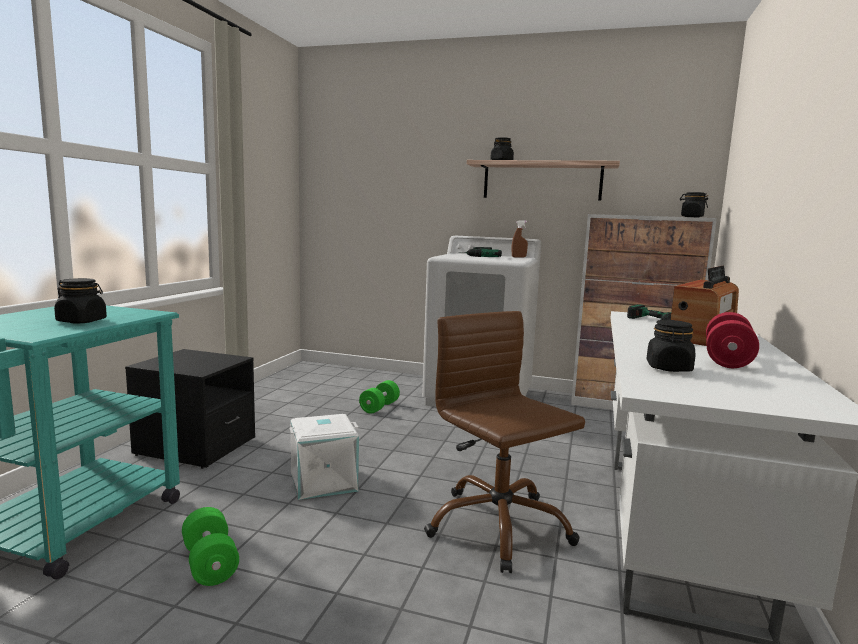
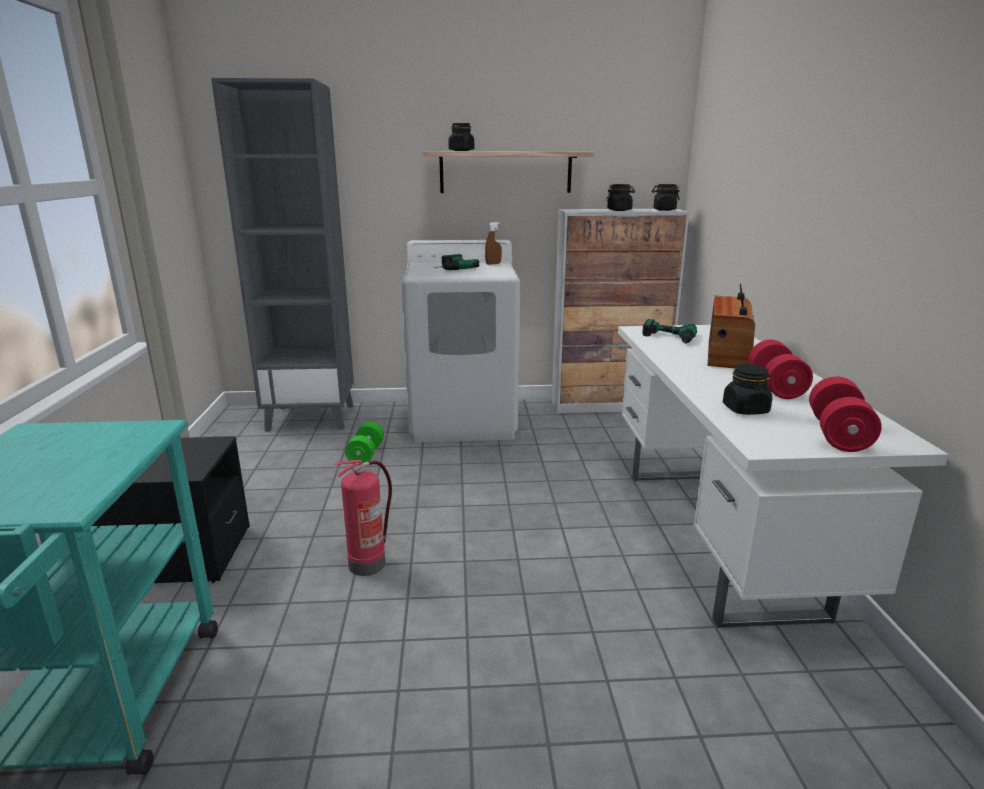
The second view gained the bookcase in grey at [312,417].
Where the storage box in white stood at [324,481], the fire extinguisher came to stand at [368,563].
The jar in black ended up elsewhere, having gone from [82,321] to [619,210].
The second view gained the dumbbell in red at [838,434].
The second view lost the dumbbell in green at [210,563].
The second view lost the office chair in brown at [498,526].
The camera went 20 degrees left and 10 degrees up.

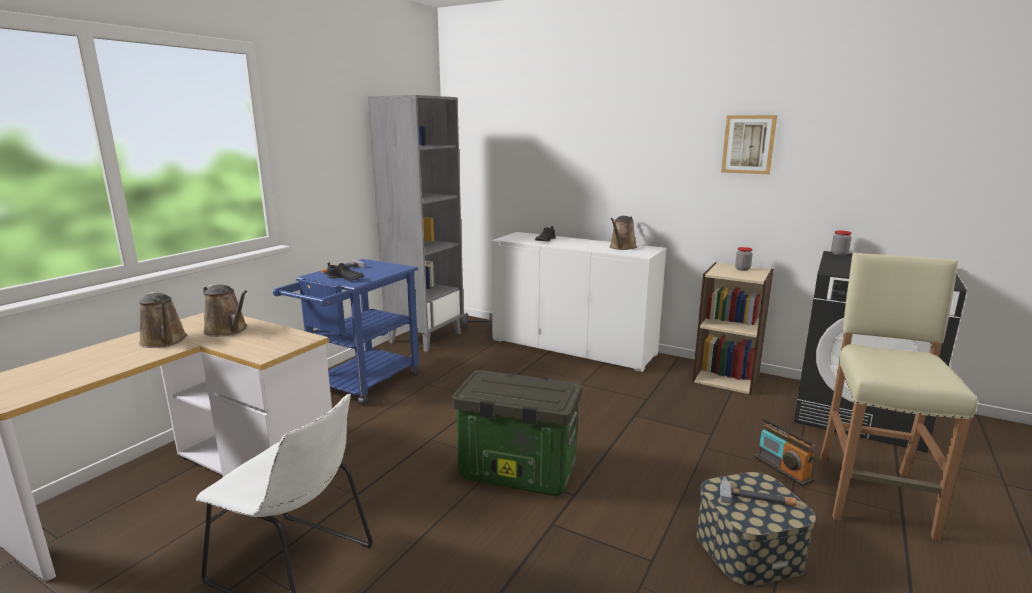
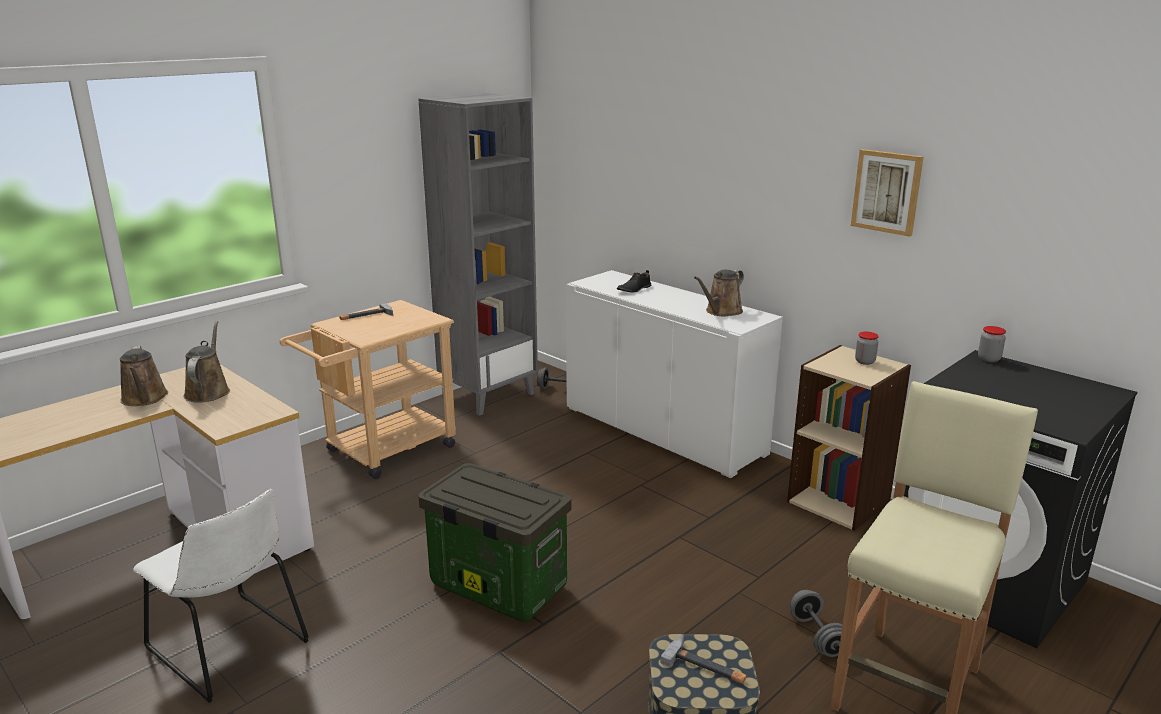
The watering can in brown at [228,330] ended up facing another way, 150 degrees counterclockwise from before.
What was the cart in blue at [359,385] turned into the cart in beige at [382,452].
Where the radio stood at [783,469], the dumbbell in grey came to stand at [816,636].
The second view lost the shoe in black at [345,278].
The camera went 15 degrees right and 5 degrees up.

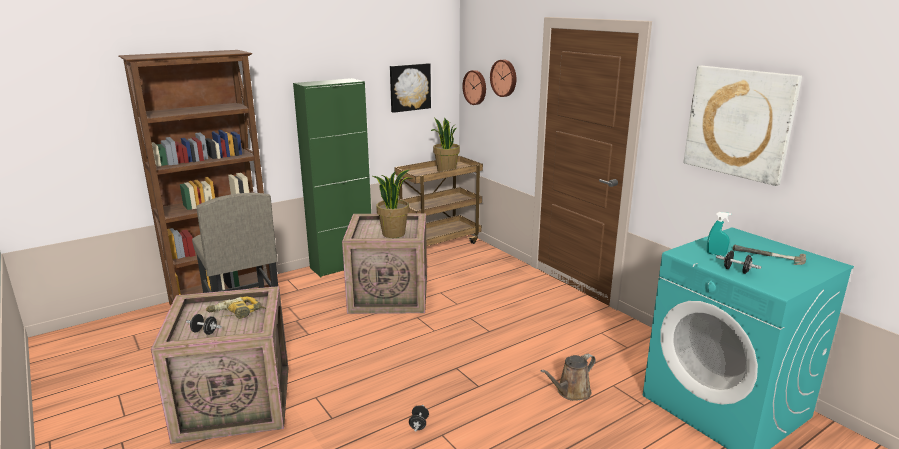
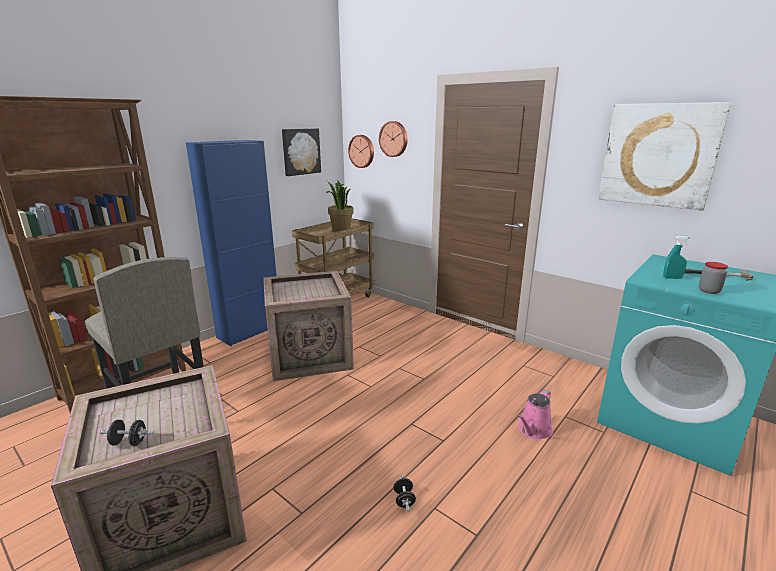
What was the cabinet in green at [342,265] turned into the cabinet in blue at [249,331].
What was the watering can in brown at [571,392] turned into the watering can in pink at [533,431].
Where the dumbbell in black stood at [736,270], the jar came to stand at [709,291].
The second view lost the power drill at [236,314].
The second view lost the potted plant at [393,233].
The camera went 15 degrees left and 0 degrees up.

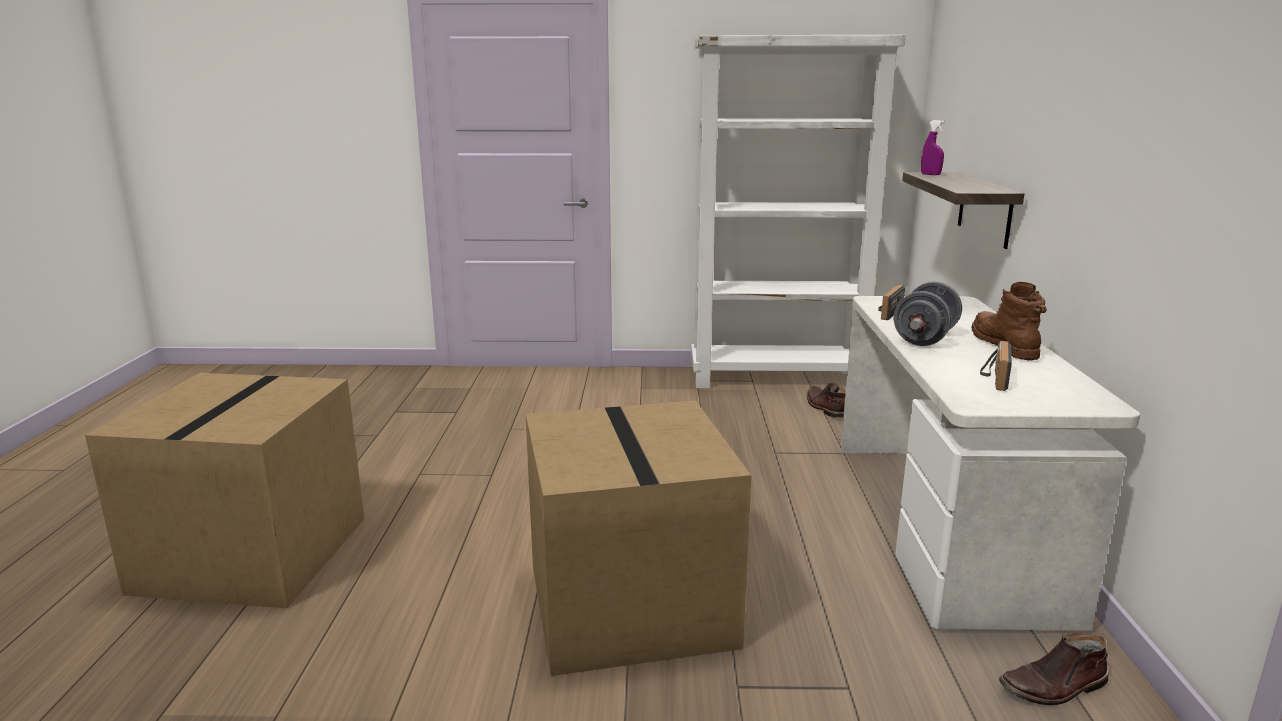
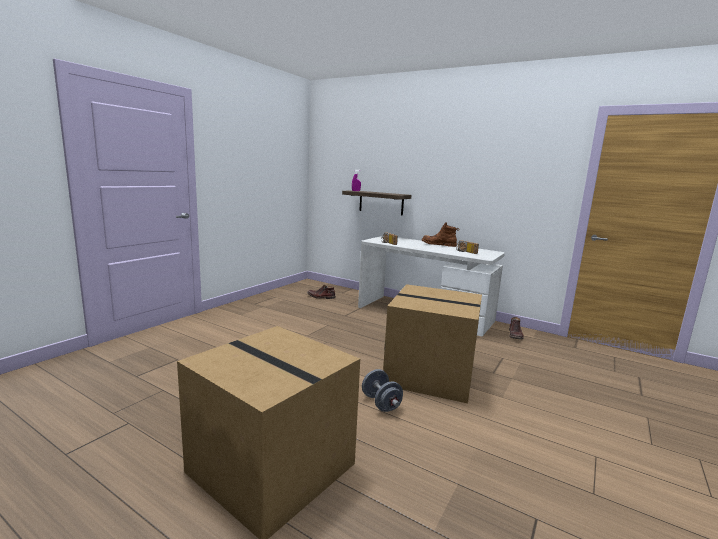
The dumbbell in grey ended up elsewhere, having gone from [925,339] to [381,403].
The second view lost the bookcase in white at [778,378].
The camera went 60 degrees left and 5 degrees down.

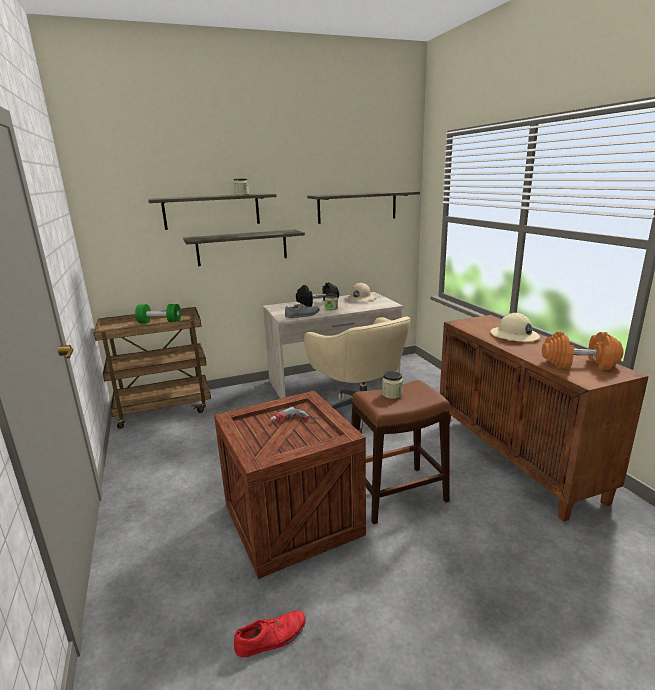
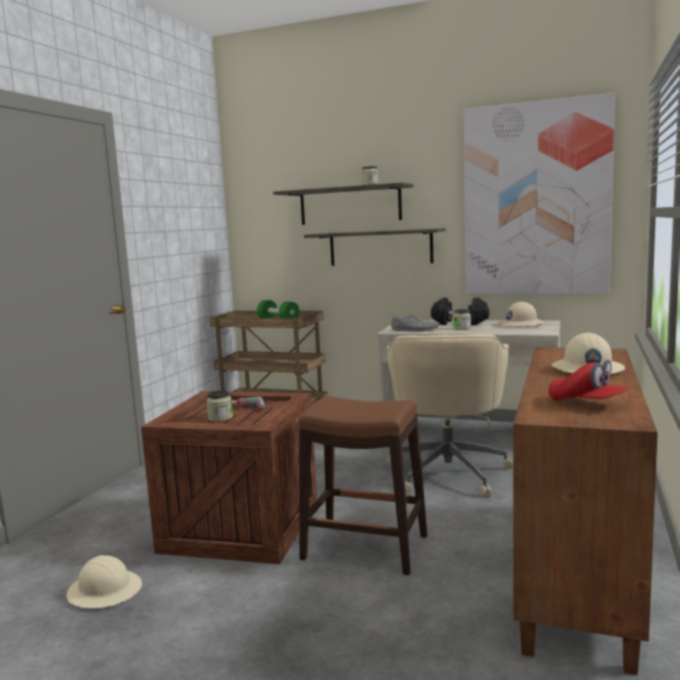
Where the shoe in red stood at [271,637], the hard hat in beige came to stand at [105,591].
The jar ended up elsewhere, having gone from [392,394] to [220,418].
Where the shelf hung at [357,207], the picture came to hang at [536,200].
Where the dumbbell in orange stood at [579,363], the cap in red came to stand at [587,403].
The camera went 40 degrees right and 10 degrees down.

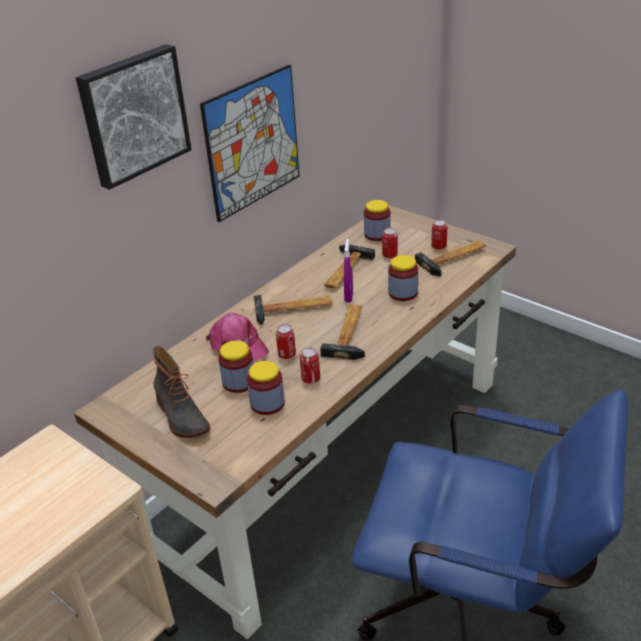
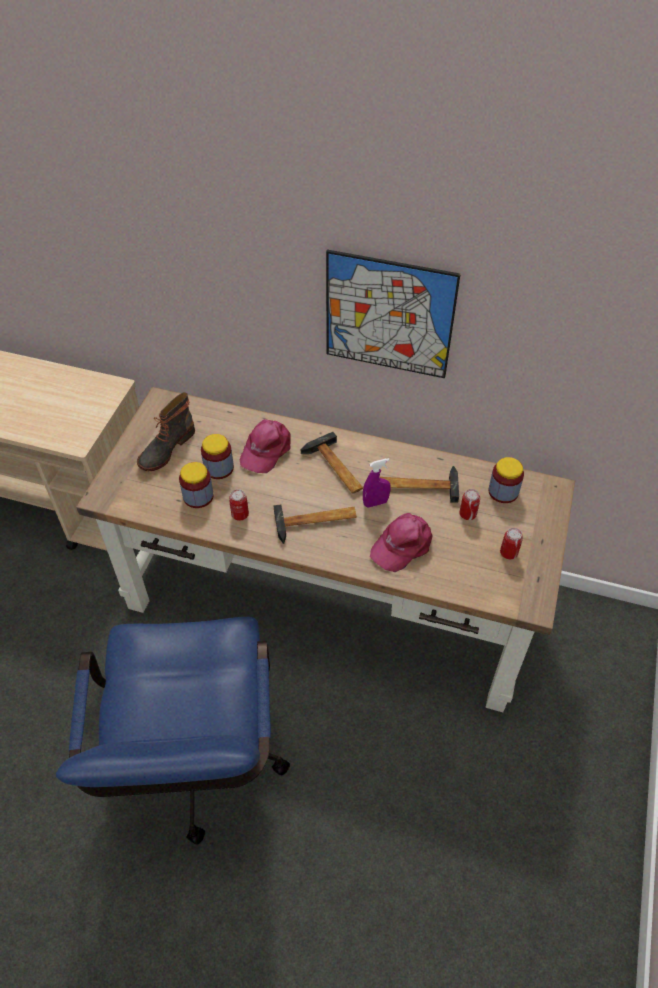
Where the jar stood at [403,293], the cap in pink came to stand at [402,545].
The second view lost the picture at [133,115].
The second view lost the can at [287,354].
The second view lost the hammer at [455,259].
The camera went 65 degrees right and 15 degrees up.

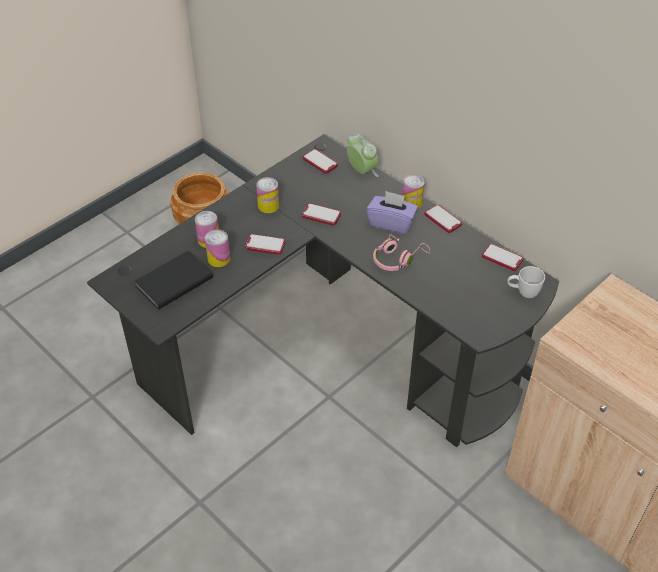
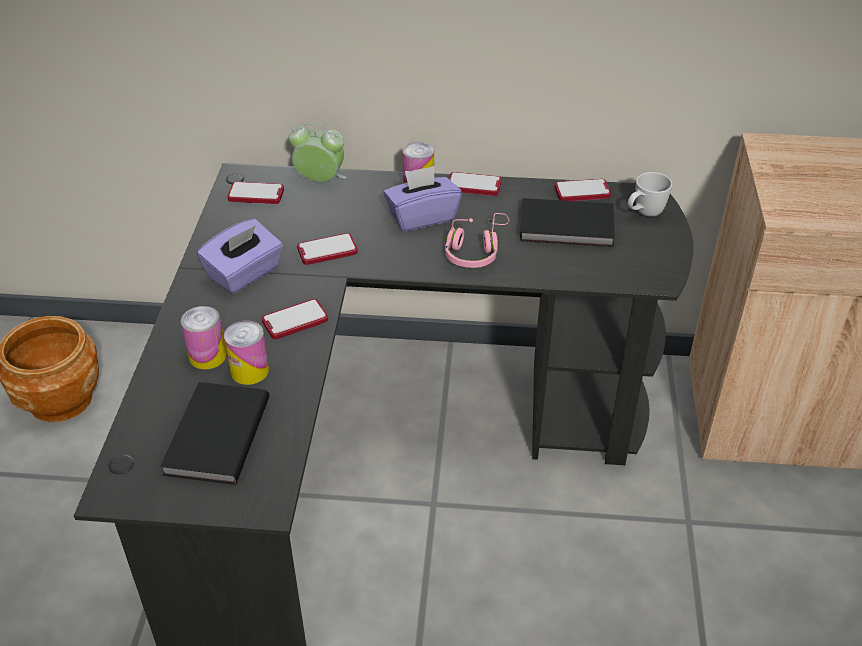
Where the can stood at [268,206], the tissue box in purple came to stand at [244,274].
The second view gained the book in black at [568,227].
The camera went 40 degrees left and 5 degrees down.

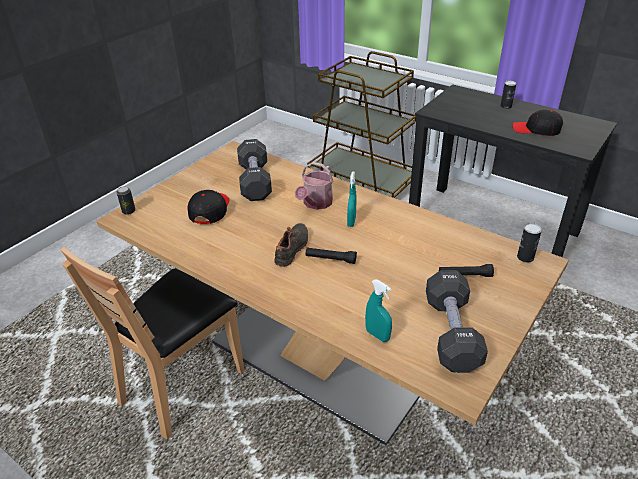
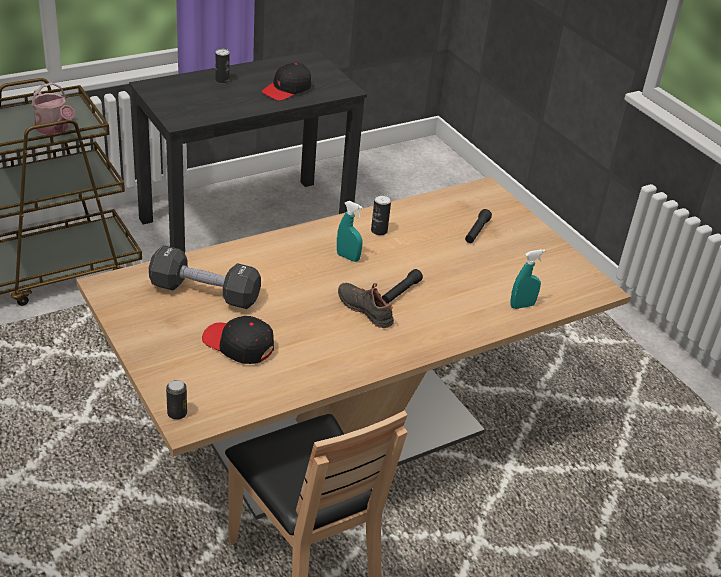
The watering can ended up elsewhere, having gone from [316,203] to [54,129].
The can ended up elsewhere, having gone from [525,257] to [379,231].
The second view lost the dumbbell in black at [451,333].
The camera went 70 degrees left and 0 degrees up.

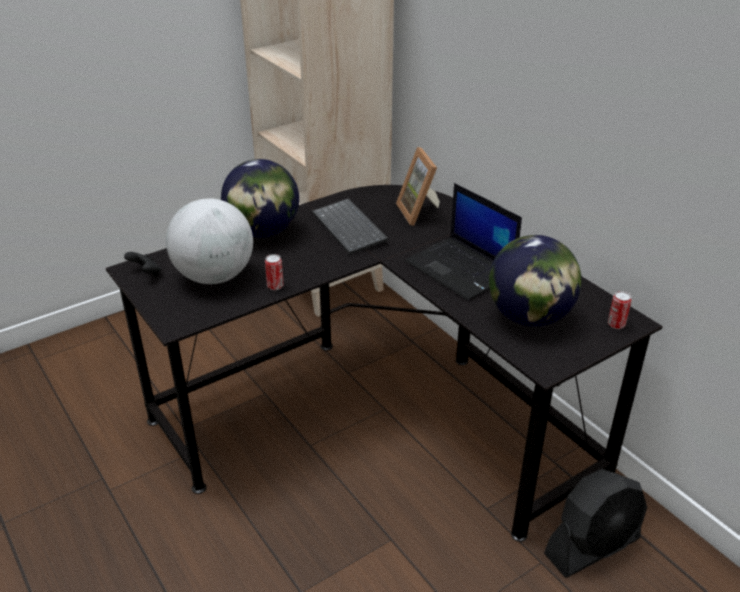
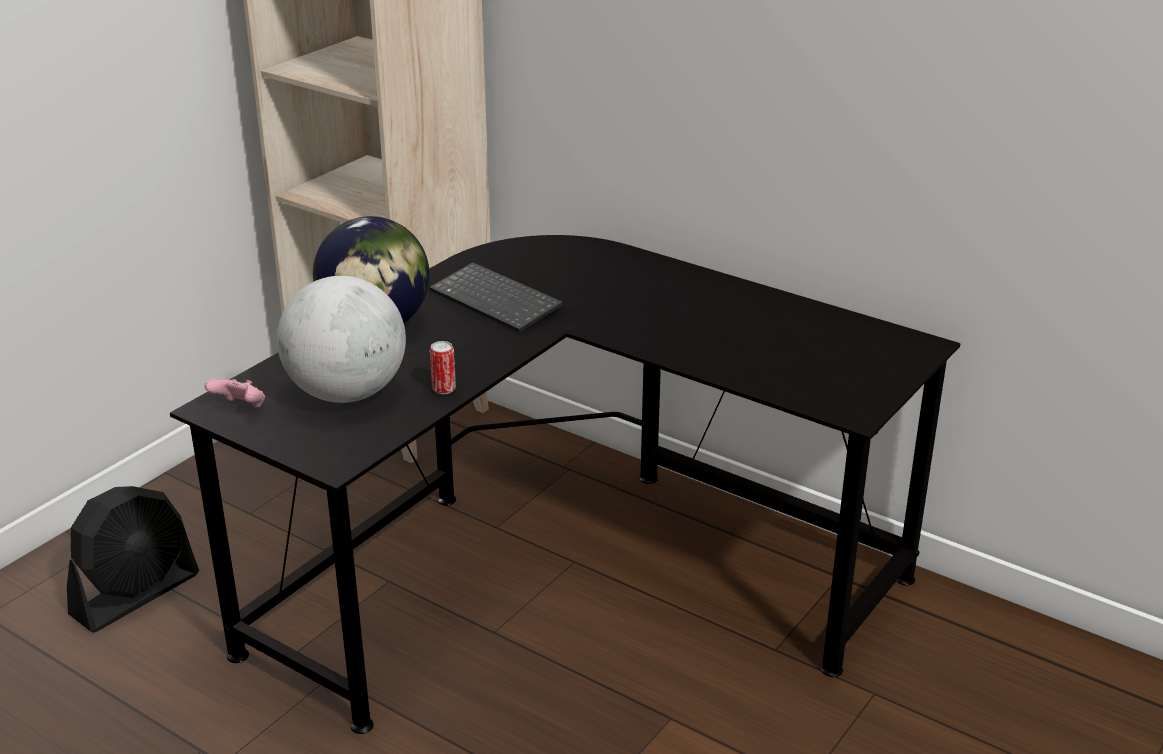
The fan in black ended up elsewhere, having gone from [592,546] to [136,594].
What was the game controller in black at [146,273] turned into the game controller in pink at [240,408].
The second view lost the picture frame at [420,212].
The second view lost the laptop at [461,269].
The second view lost the globe at [529,317].
The second view lost the can at [616,324].
The camera went 20 degrees left and 5 degrees down.

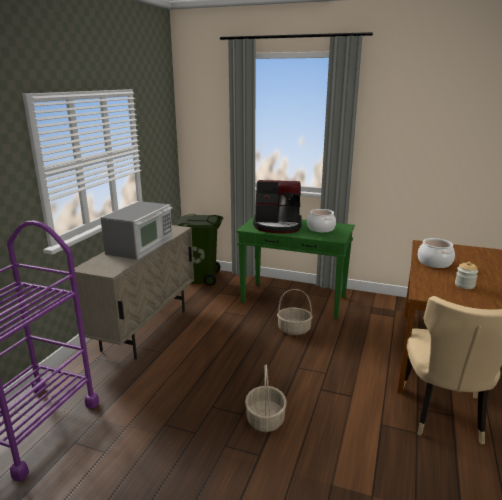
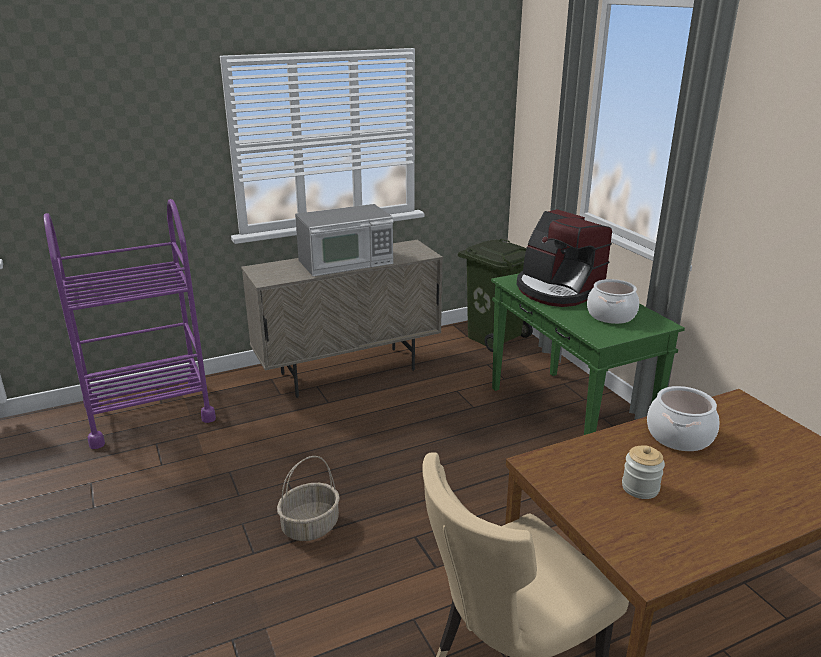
The second view lost the basket at [293,330].
The camera went 45 degrees right and 5 degrees up.

